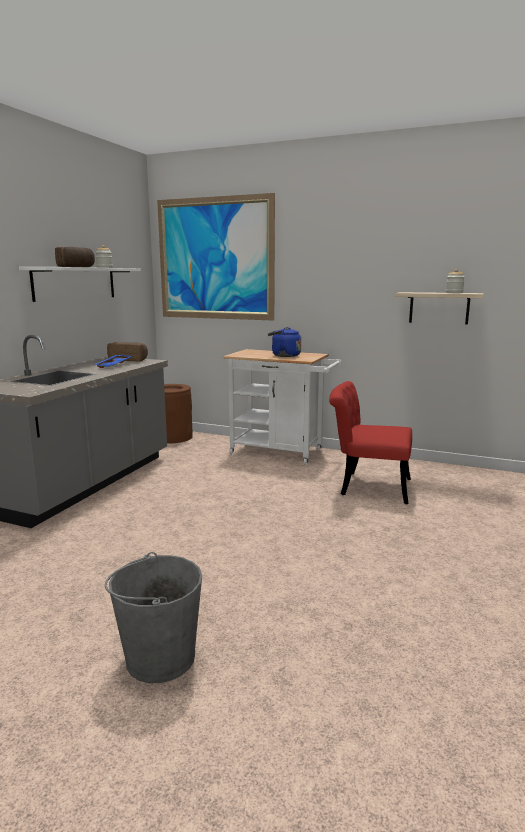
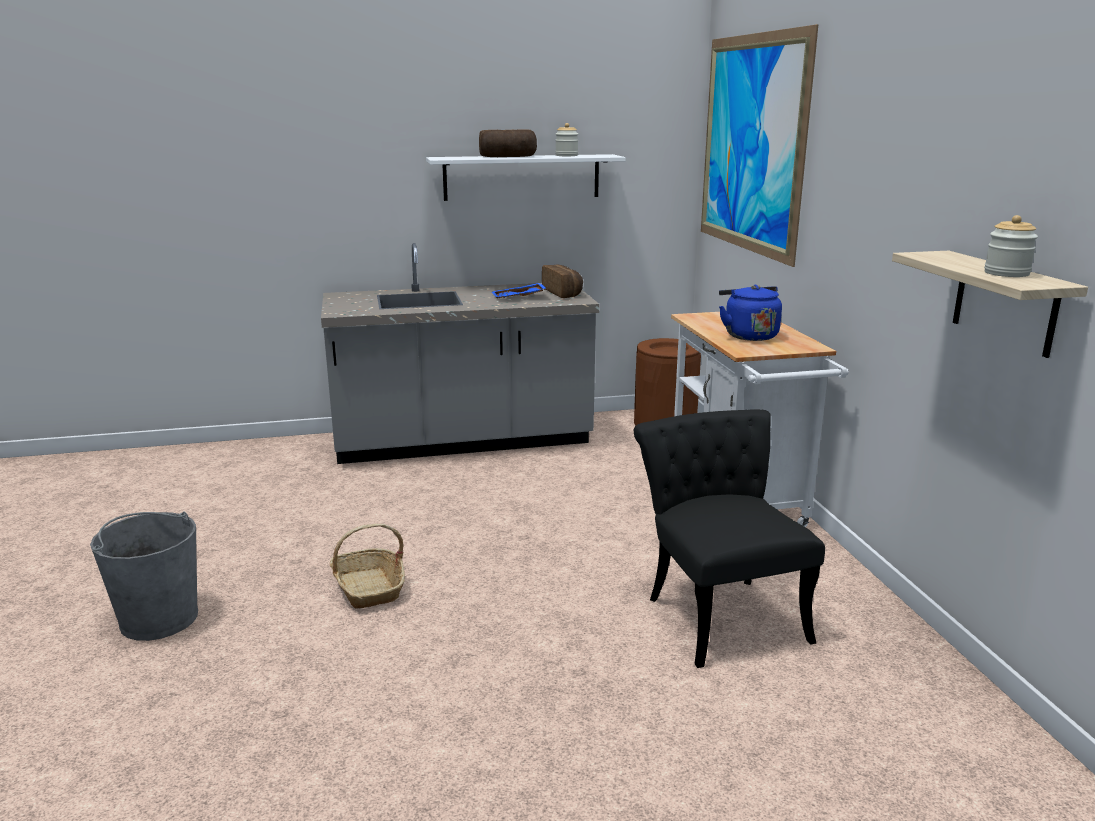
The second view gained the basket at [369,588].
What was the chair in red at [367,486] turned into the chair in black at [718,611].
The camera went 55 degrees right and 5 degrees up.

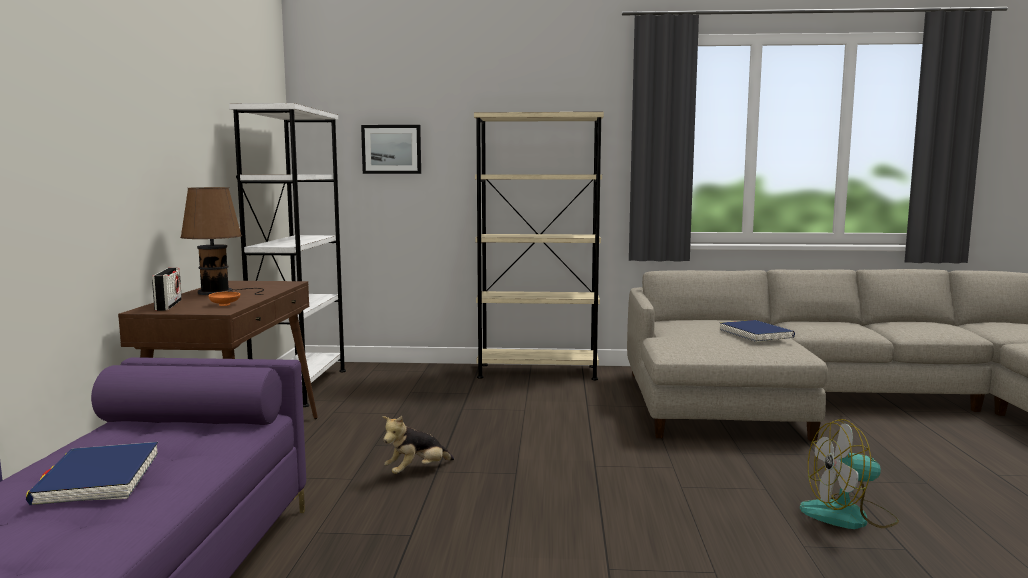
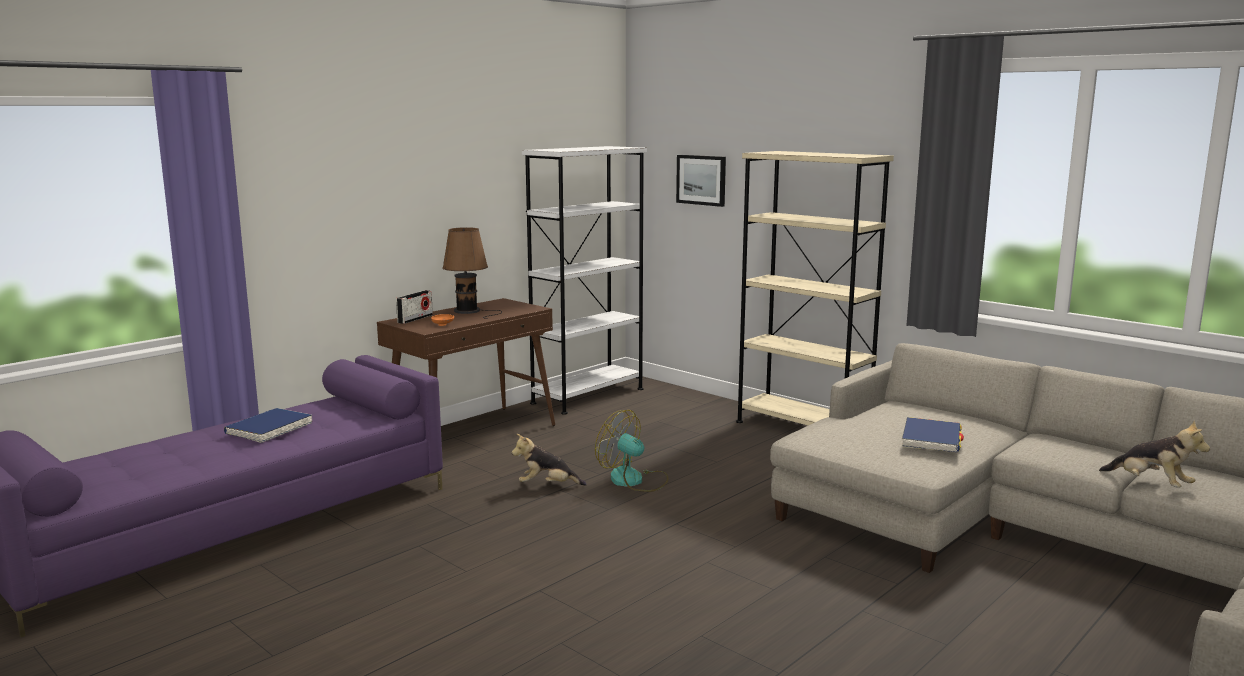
The fan ended up elsewhere, having gone from [849,516] to [634,480].
The second view gained the plush toy at [1151,484].
The camera went 40 degrees right and 5 degrees up.

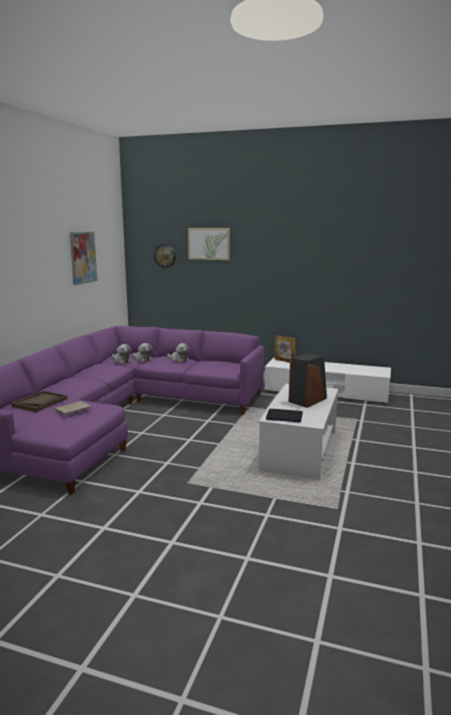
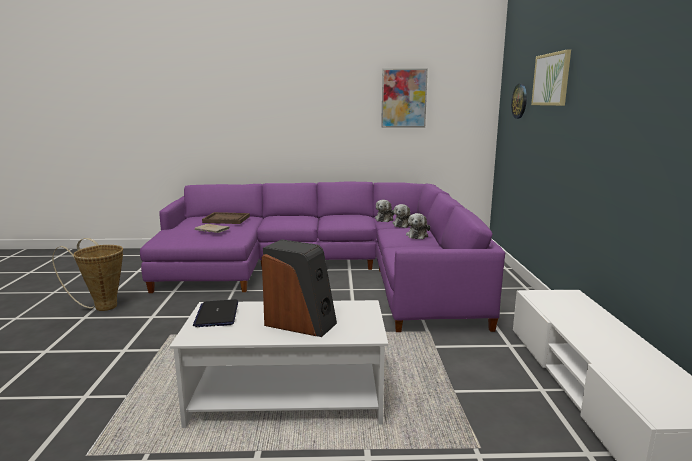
The second view gained the basket at [102,306].
The second view lost the picture frame at [284,361].
The camera went 70 degrees right and 0 degrees up.

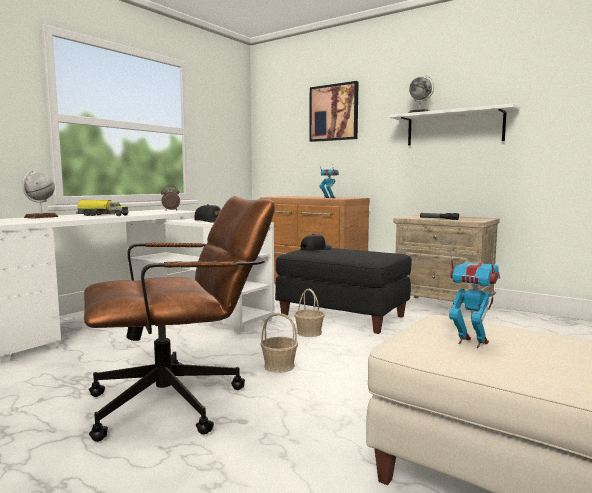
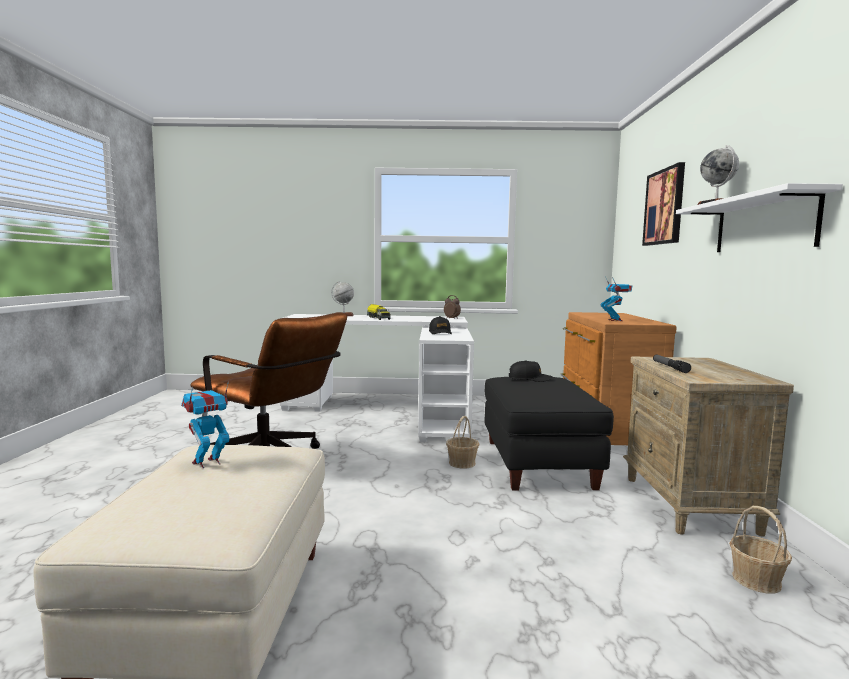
The toy robot at [471,342] ended up facing another way, 135 degrees counterclockwise from before.
The basket ended up elsewhere, having gone from [279,366] to [756,580].
The camera went 55 degrees right and 0 degrees up.

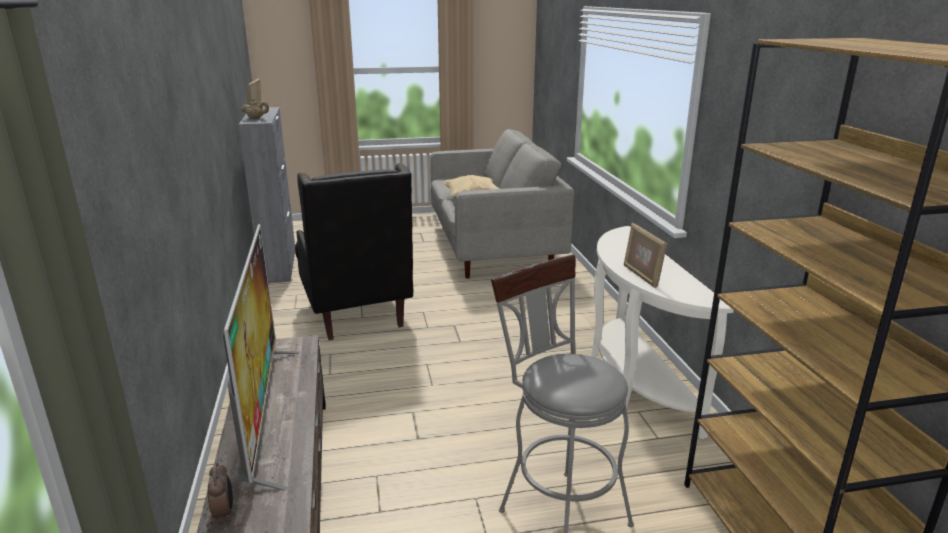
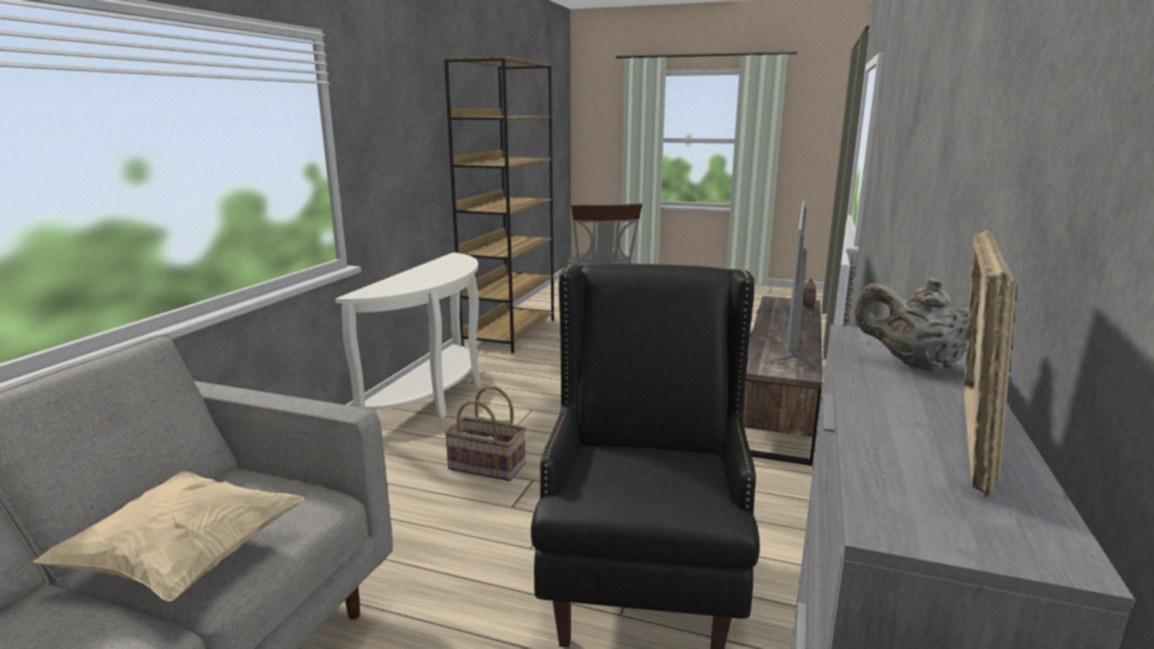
The second view gained the basket at [486,467].
The second view lost the picture frame at [641,276].
The camera went 150 degrees left and 5 degrees down.

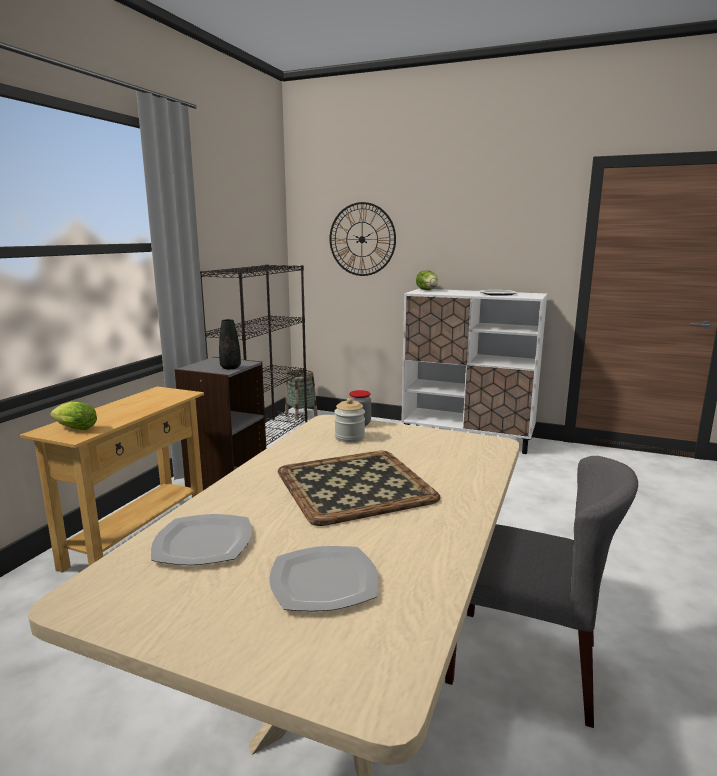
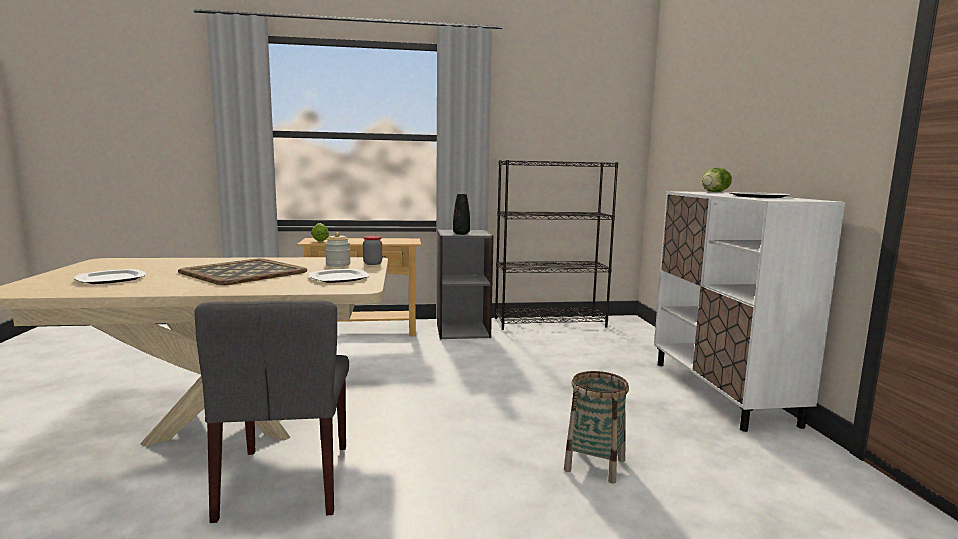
The plate ended up elsewhere, having gone from [204,543] to [338,278].
The basket ended up elsewhere, having gone from [301,415] to [594,465].
The second view lost the wall clock at [362,239].
The camera went 60 degrees right and 5 degrees down.

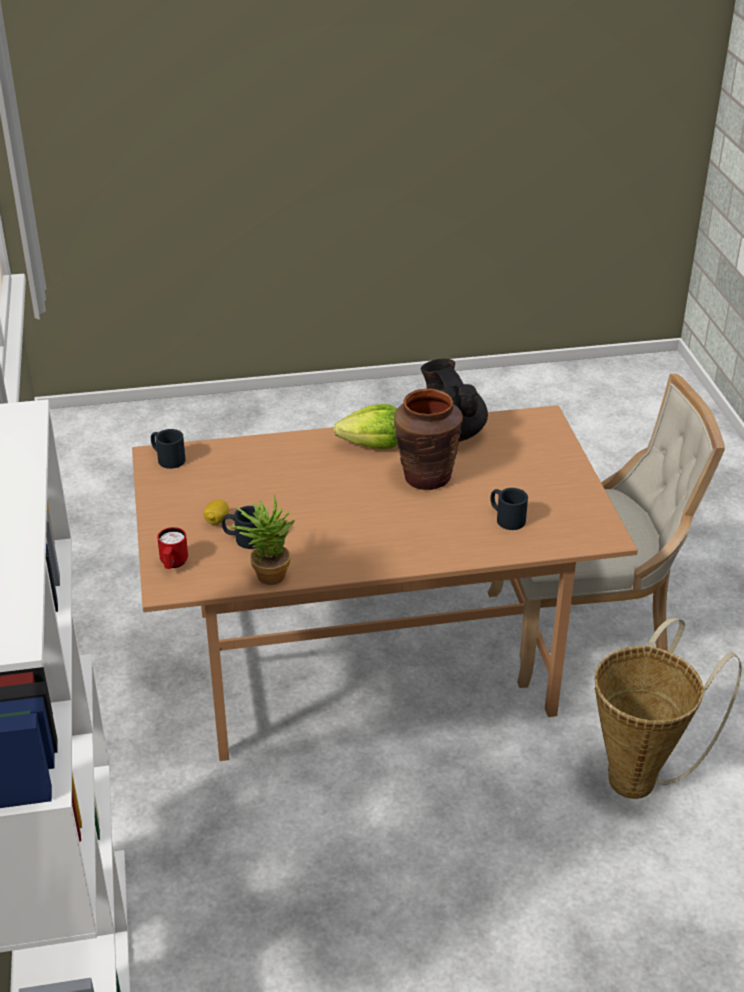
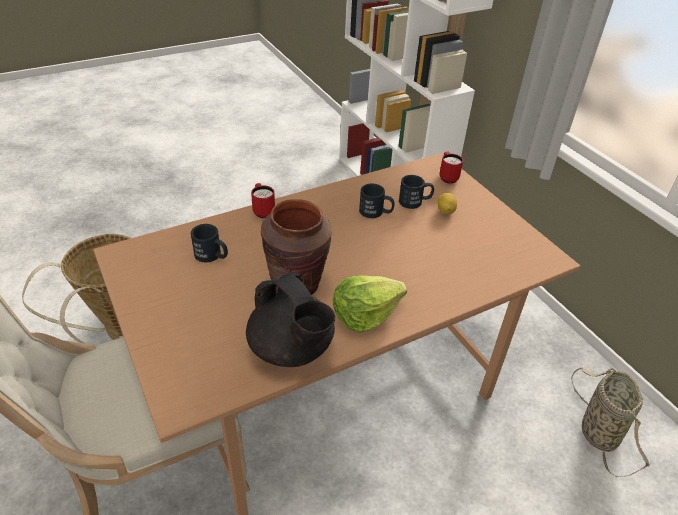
The second view gained the mug in red at [263,211].
The mug in black ended up elsewhere, having gone from [167,458] to [376,212].
The second view gained the basket at [597,430].
The second view lost the potted plant at [266,573].
The camera went 160 degrees right and 5 degrees up.

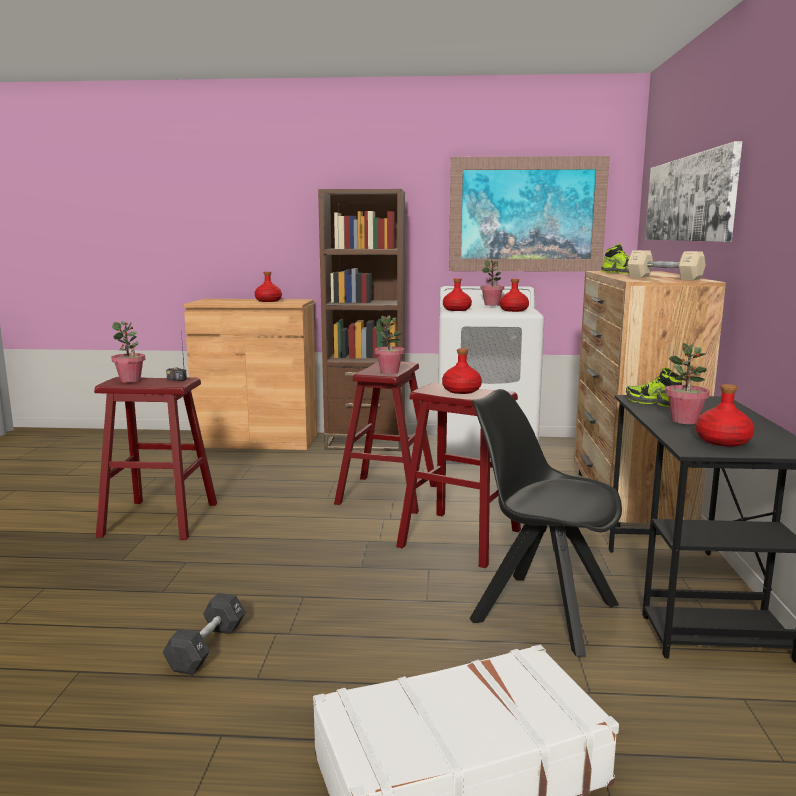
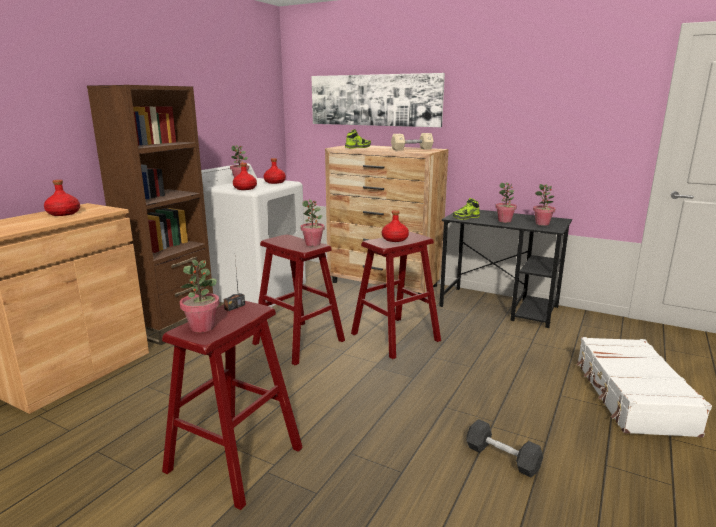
Where the bottle in red stood at [723,441], the potted plant came to stand at [542,224].
The second view lost the picture at [527,215].
The second view lost the chair in black at [540,611].
The camera went 65 degrees left and 5 degrees up.

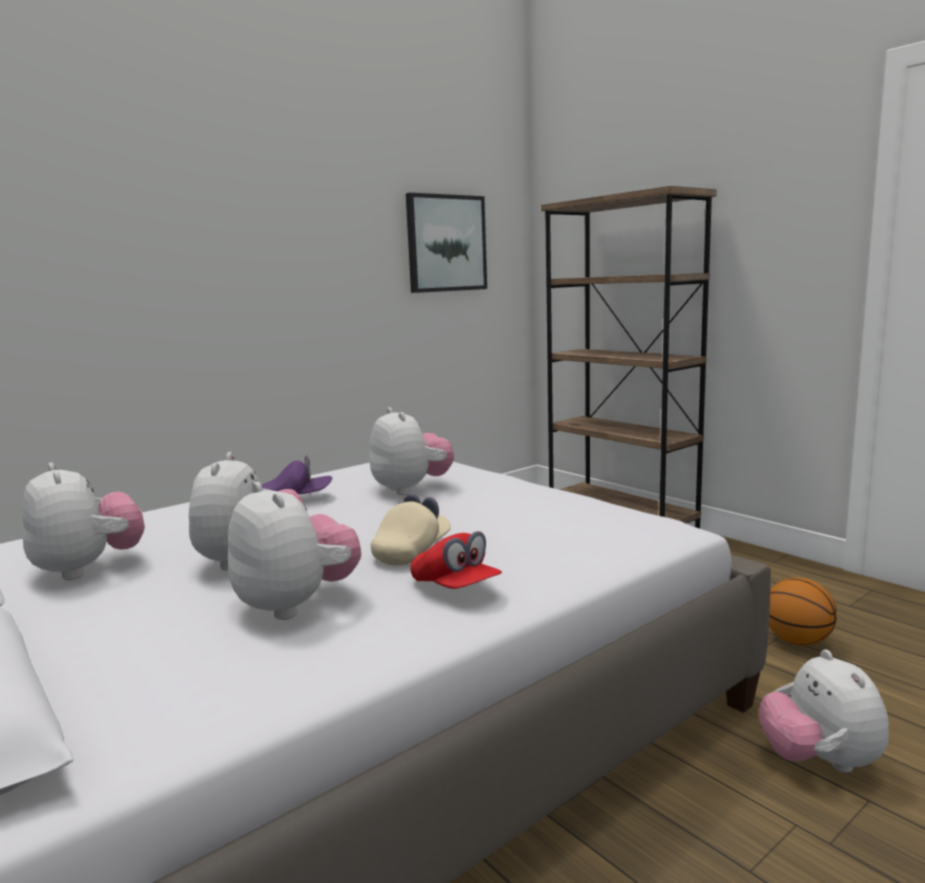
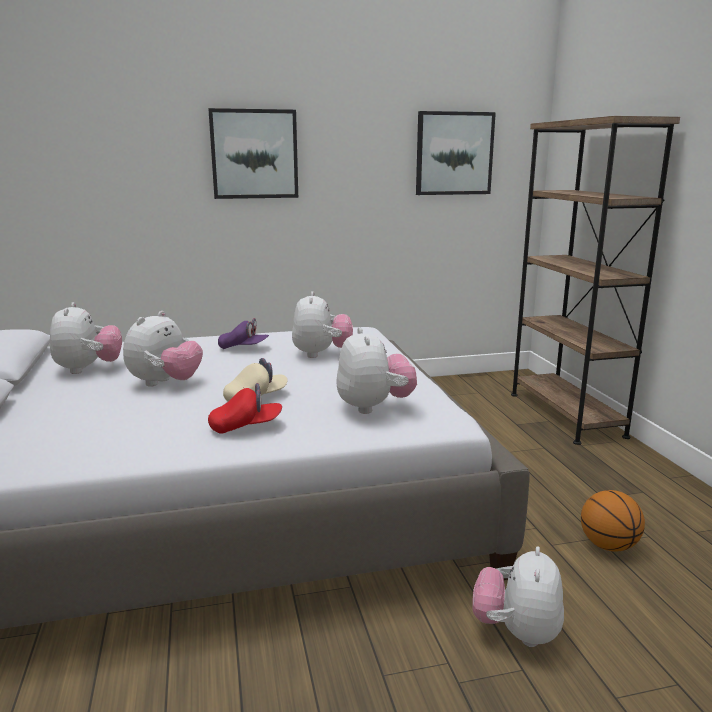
The second view gained the picture at [254,154].
The cap in red at [456,587] ended up facing another way, 90 degrees counterclockwise from before.
The plush toy ended up elsewhere, having gone from [296,605] to [374,407].
The camera went 25 degrees right and 5 degrees up.

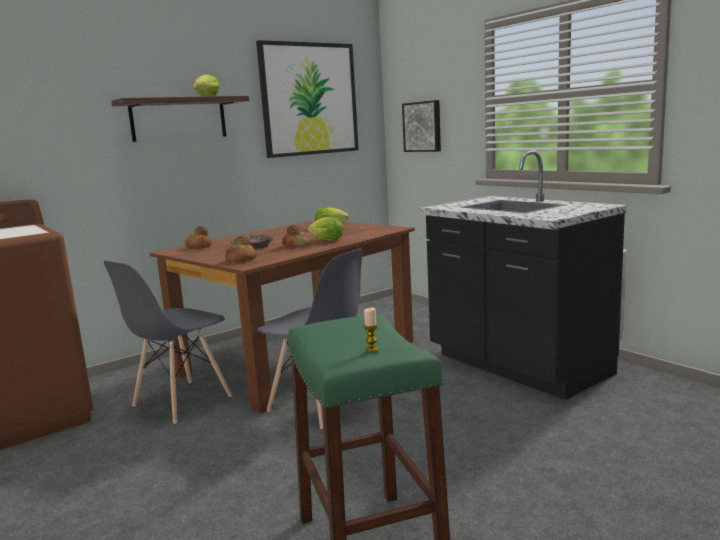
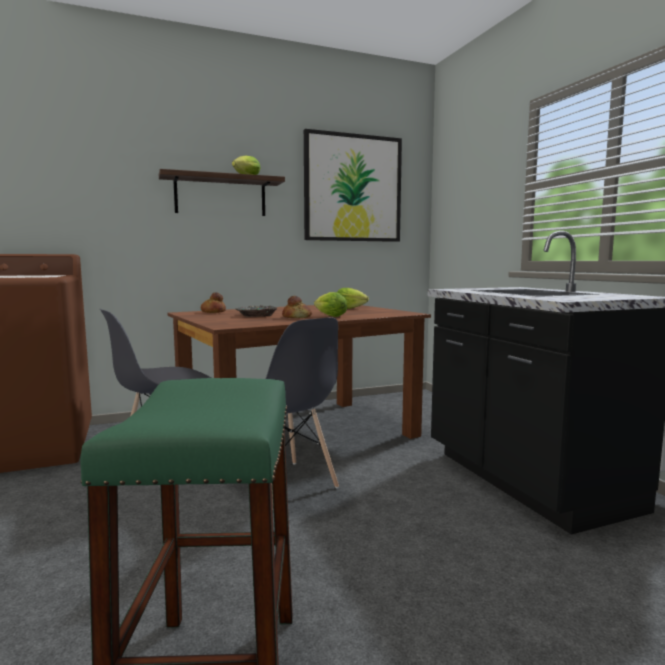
The second view lost the bread at [241,260].
The second view lost the candle at [372,349].
The second view lost the picture at [423,126].
The camera went 15 degrees right and 5 degrees down.

